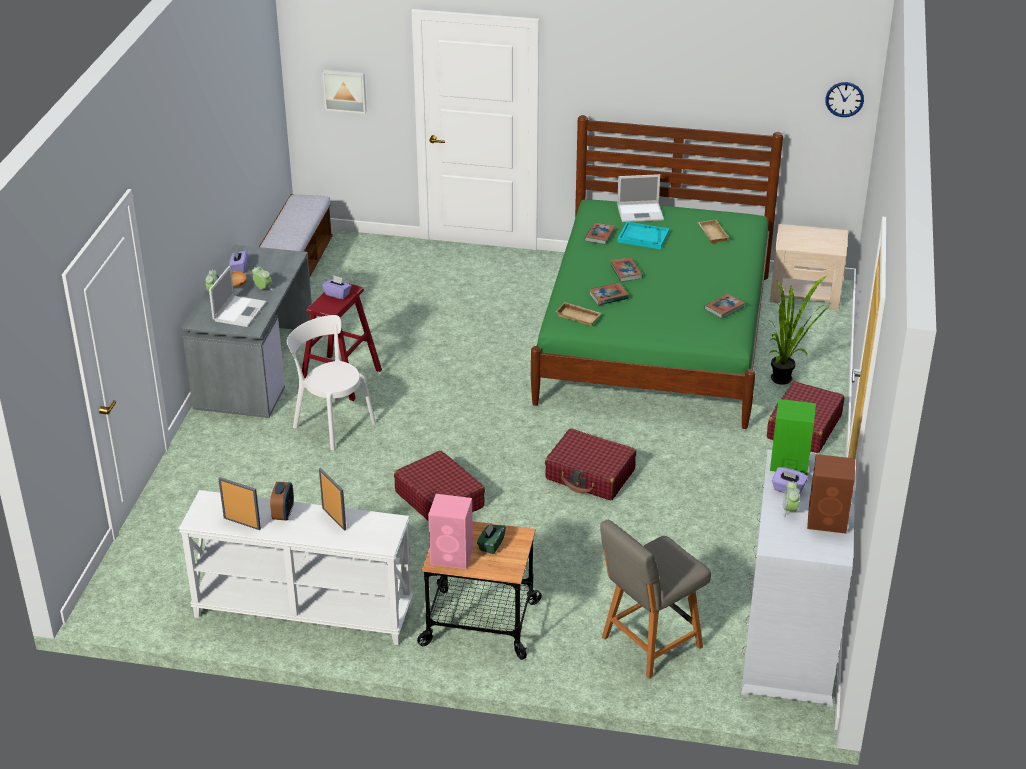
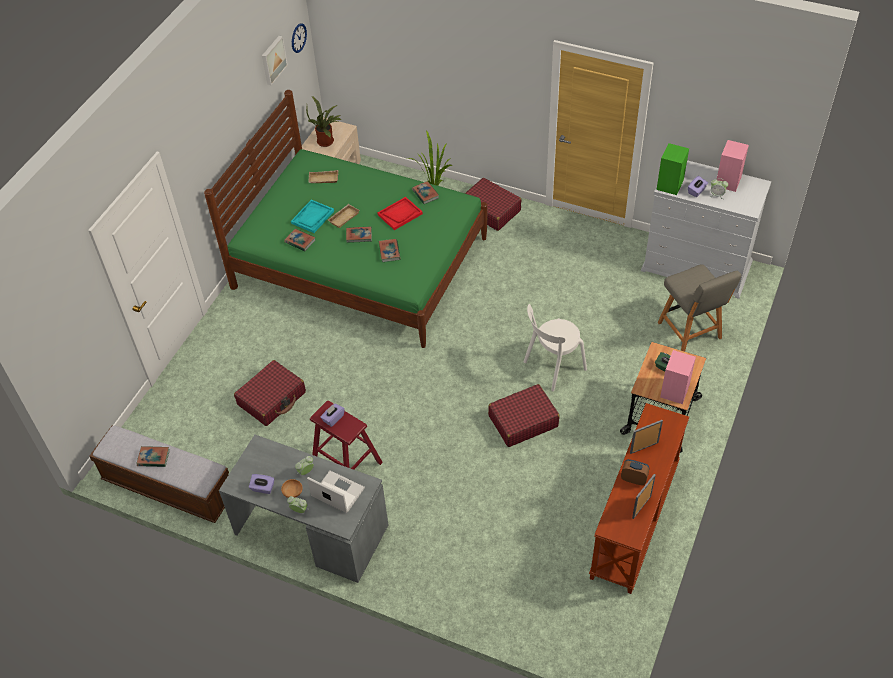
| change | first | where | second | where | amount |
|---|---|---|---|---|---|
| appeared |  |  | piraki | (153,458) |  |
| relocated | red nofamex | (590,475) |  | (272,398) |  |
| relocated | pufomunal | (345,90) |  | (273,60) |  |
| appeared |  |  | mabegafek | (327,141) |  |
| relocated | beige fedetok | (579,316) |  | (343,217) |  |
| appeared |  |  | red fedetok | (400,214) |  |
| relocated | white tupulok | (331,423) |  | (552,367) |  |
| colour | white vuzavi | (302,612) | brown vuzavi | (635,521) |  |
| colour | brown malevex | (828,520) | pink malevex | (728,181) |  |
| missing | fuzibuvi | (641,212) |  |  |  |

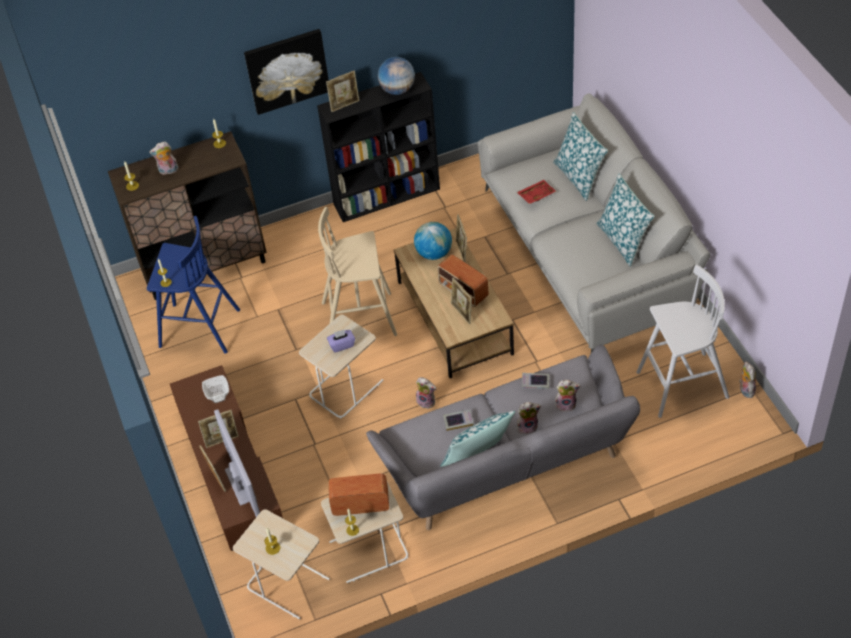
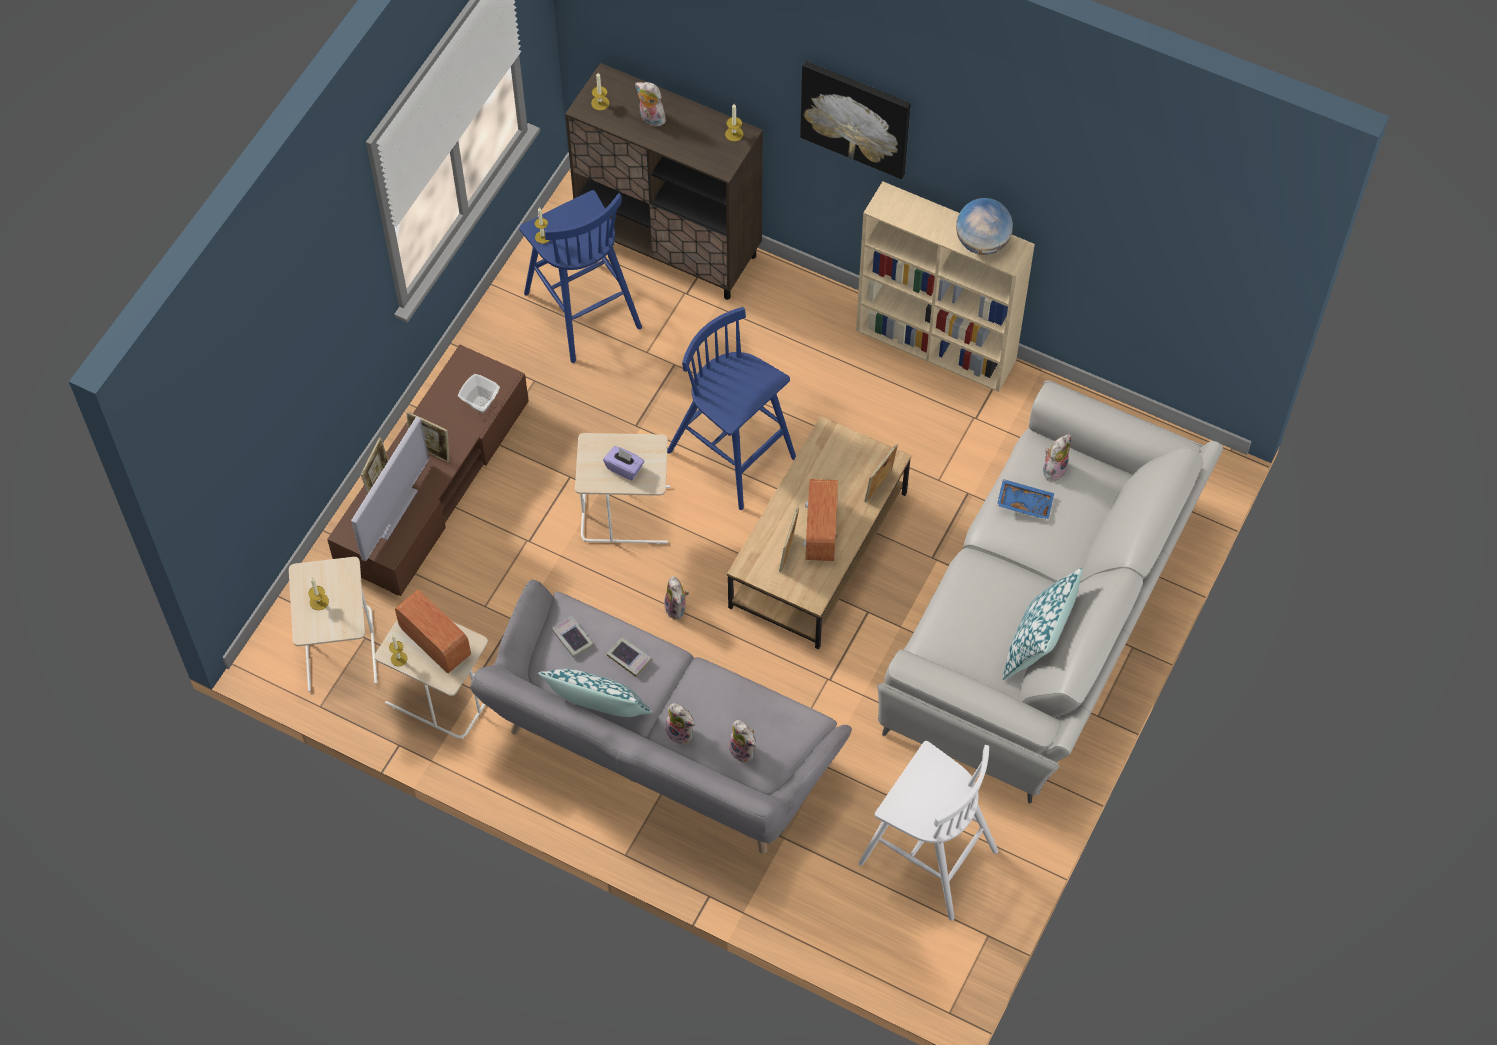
| change | first | where | second | where | amount |
|---|---|---|---|---|---|
| relocated | piraki | (535,382) |  | (572,638) |  |
| colour | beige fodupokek | (361,318) | blue fodupokek | (733,456) |  |
| colour | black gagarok | (387,196) | beige gagarok | (937,346) |  |
| colour | red fedetok | (536,195) | blue fedetok | (1025,502) |  |
| relocated | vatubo | (745,390) |  | (1054,468) |  |
| missing | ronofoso | (345,105) |  |  |  |
| missing | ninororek | (434,253) |  |  |  |
| missing | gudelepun | (579,177) |  |  |  |

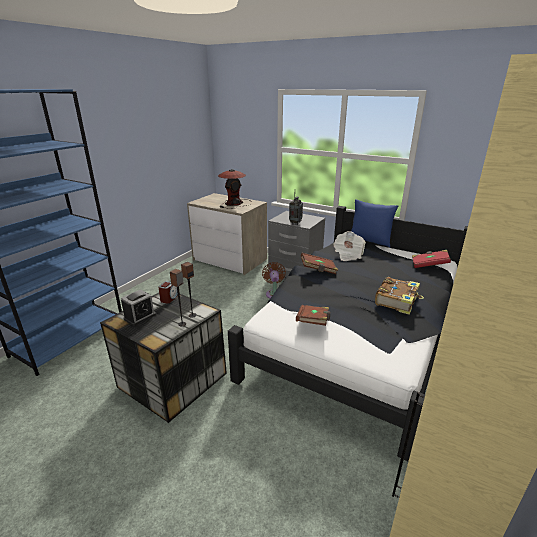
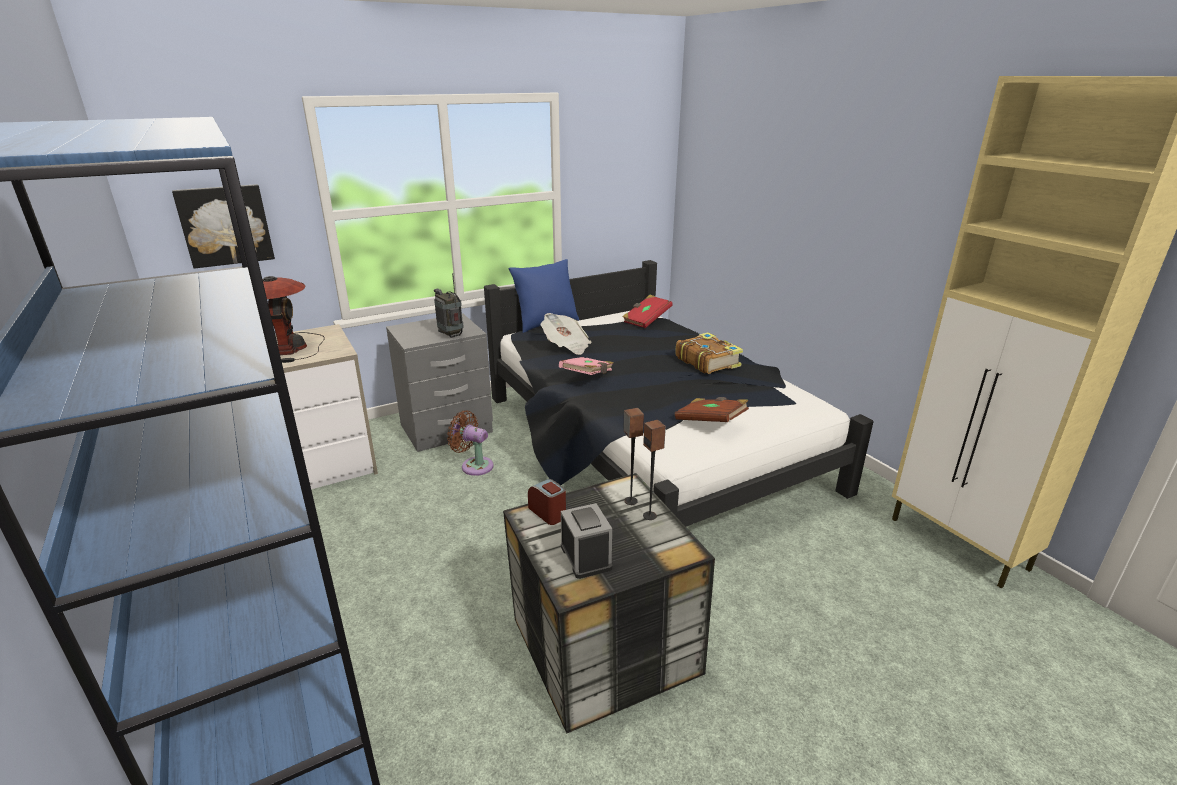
| change | first | where | second | where | amount |
|---|---|---|---|---|---|
| appeared |  |  | pufomunal | (225,225) |  |
| colour | brown piraki | (318,270) | pink piraki | (587,376) |  |

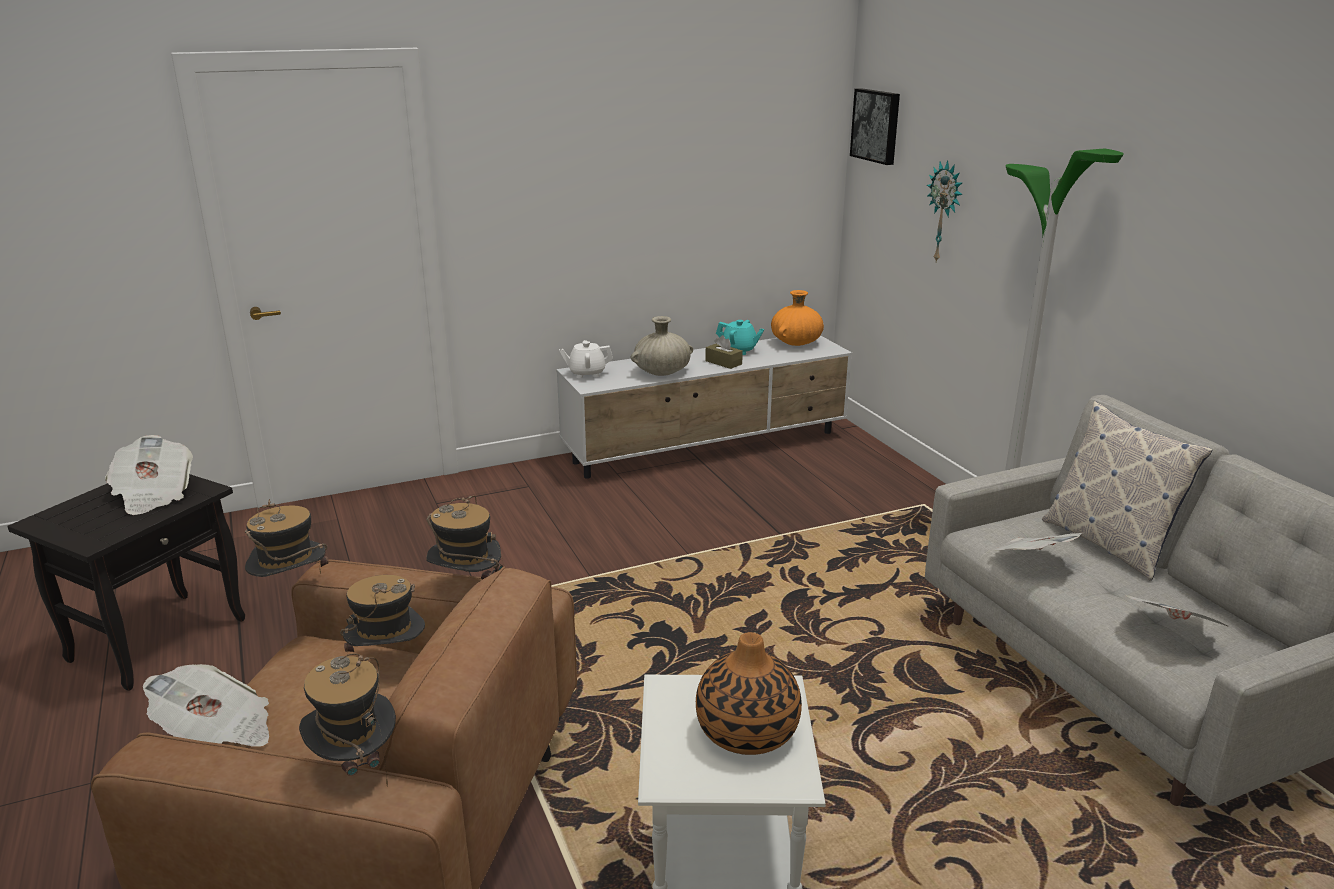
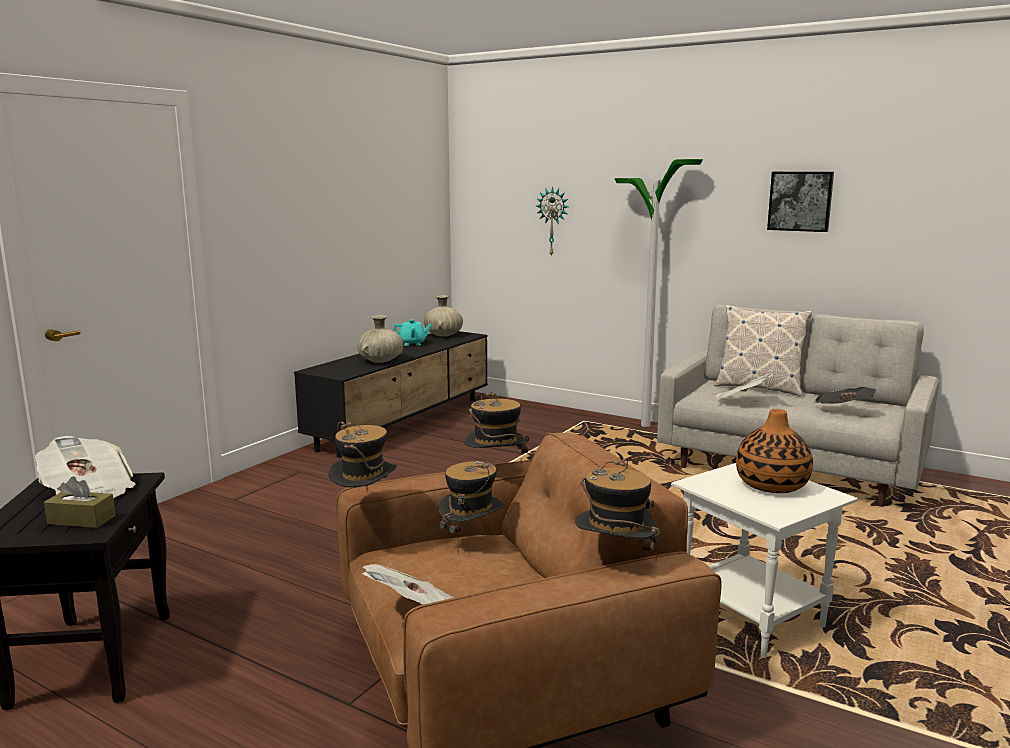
| change | first | where | second | where | amount |
|---|---|---|---|---|---|
| relocated | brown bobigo | (723,362) |  | (81,520) |  |
| colour | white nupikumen | (708,447) | black nupikumen | (404,423) |  |
| colour | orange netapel | (796,343) | beige netapel | (443,335) |  |
| relocated | pufomunal | (877,126) |  | (800,201) |  |
| missing | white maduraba | (586,373) |  |  |  |

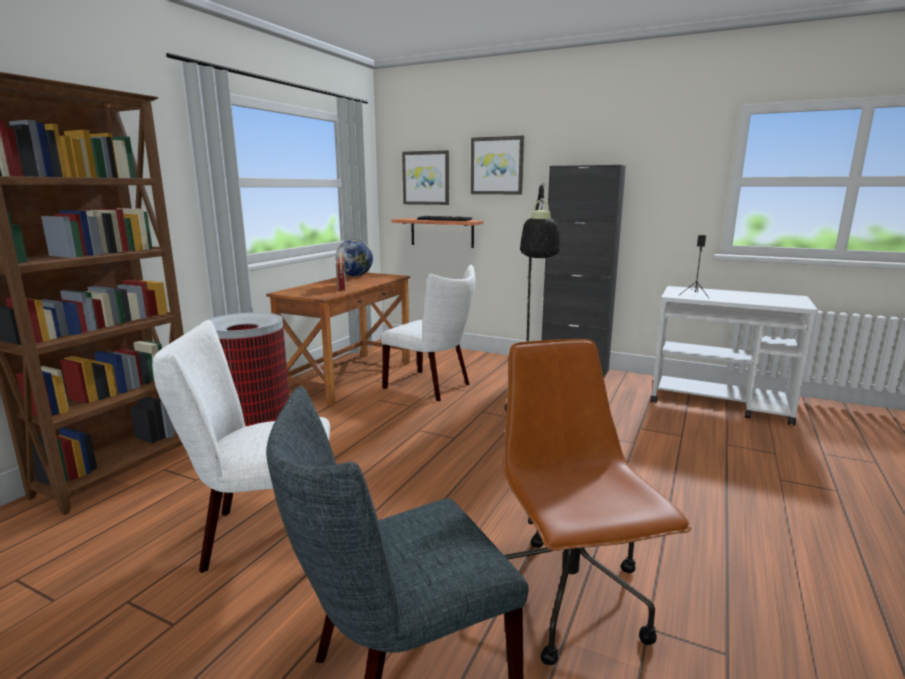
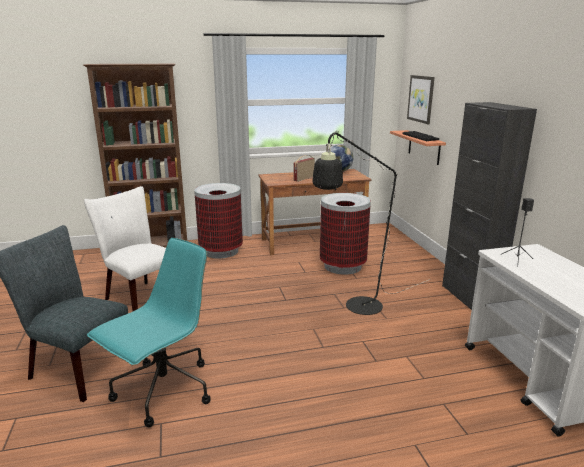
| change | first | where | second | where | amount |
|---|---|---|---|---|---|
| colour | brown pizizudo | (570,600) | turquoise pizizudo | (163,391) |  |
| exchanged | white tupulok | (432,386) | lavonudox | (342,266) |  |
| missing | pufomunal | (497,165) |  |  |  |

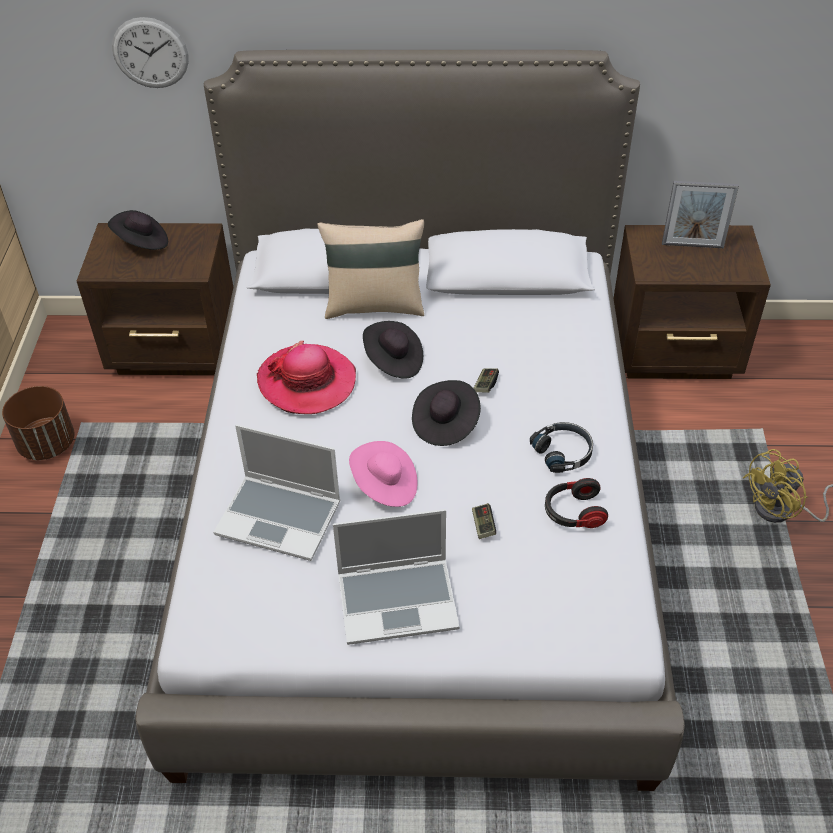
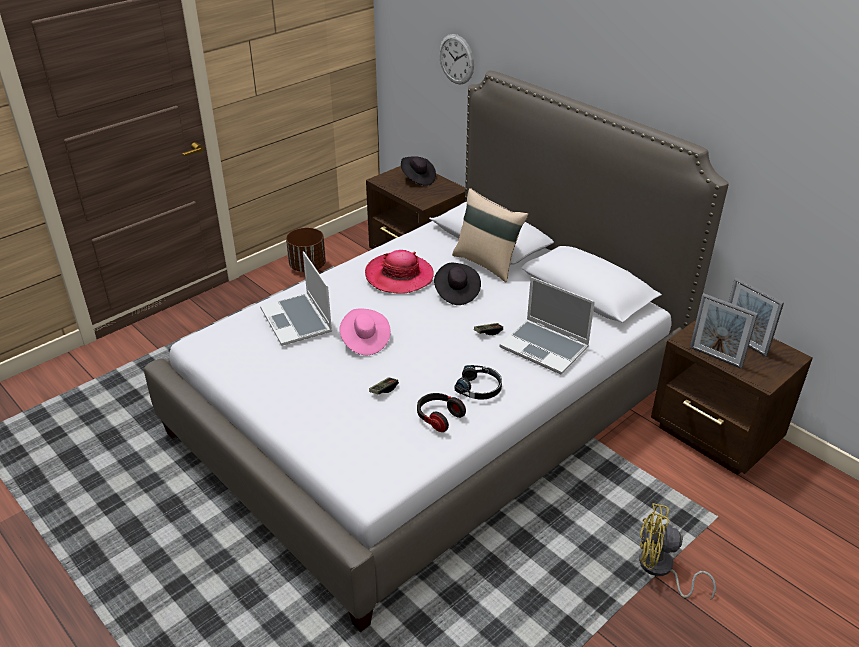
| change | first | where | second | where | amount |
|---|---|---|---|---|---|
| relocated | fuzibuvi | (399,600) |  | (545,348) |  |
| appeared |  |  | ronofoso | (715,357) |  |
| missing | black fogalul | (445,424) |  |  |  |

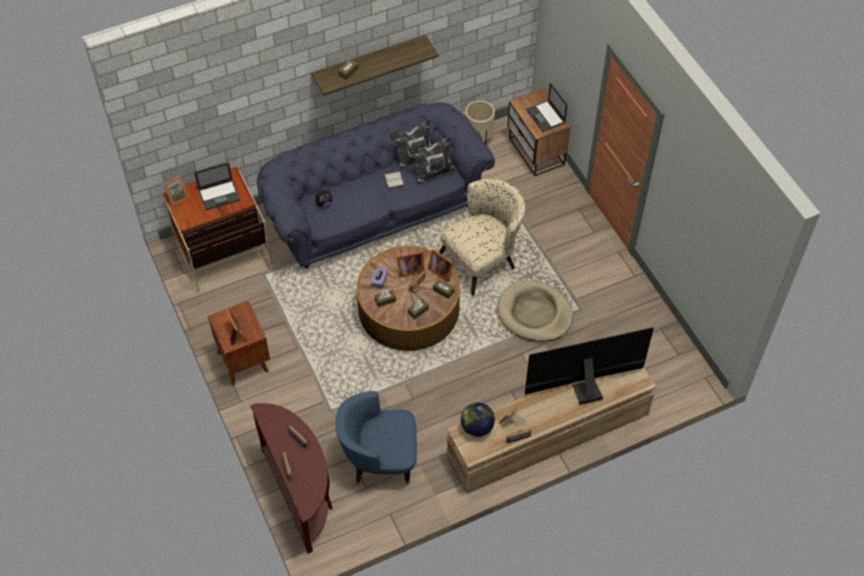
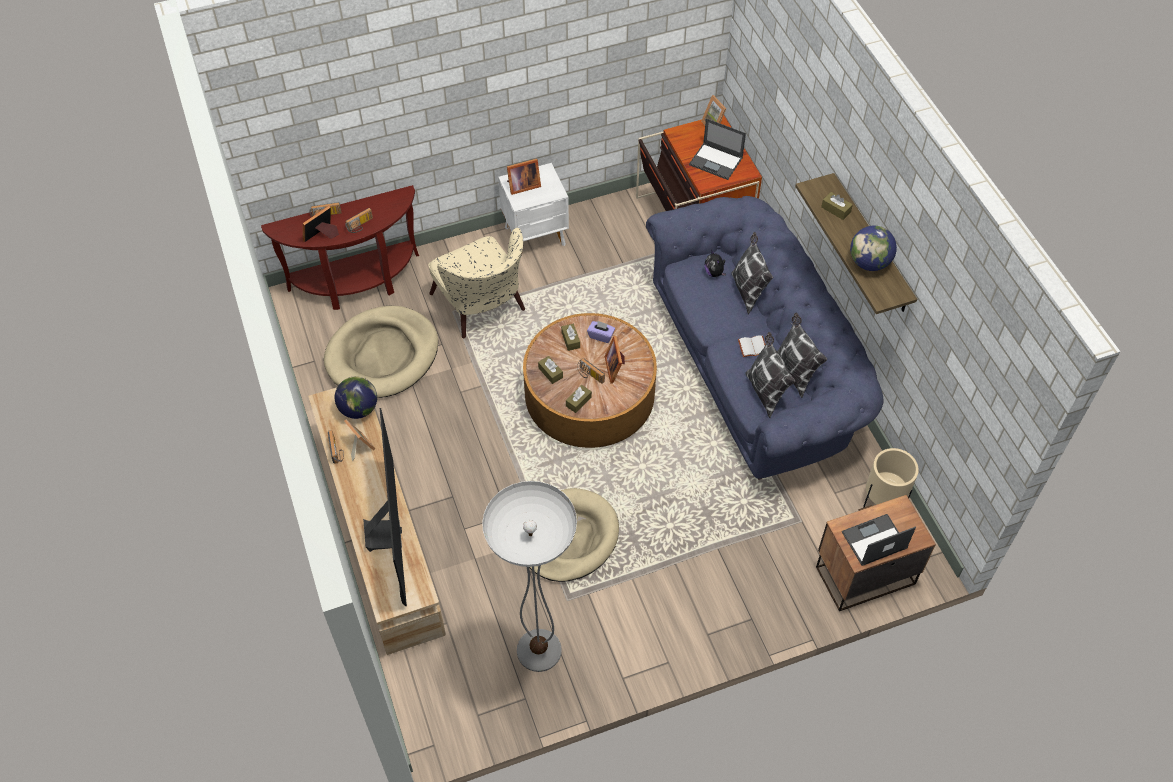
| change | first | where | second | where | amount |
|---|---|---|---|---|---|
| relocated | ronofoso | (441,271) |  | (322,235) |  |
| exchanged | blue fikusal | (380,461) | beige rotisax | (382,355) |  |
| relocated | beige fikusal | (483,259) |  | (482,309) |  |
| appeared |  |  | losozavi | (539,650) |  |
| colour | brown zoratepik | (243,361) | white zoratepik | (536,236) |  |
| spun | fuzibuvi | (219,195) |  | (716,161) | 45 degrees counterclockwise |
| appeared |  |  | gudelepun | (748,291) |  |
| appeared |  |  | ninororek | (869,263) |  |

